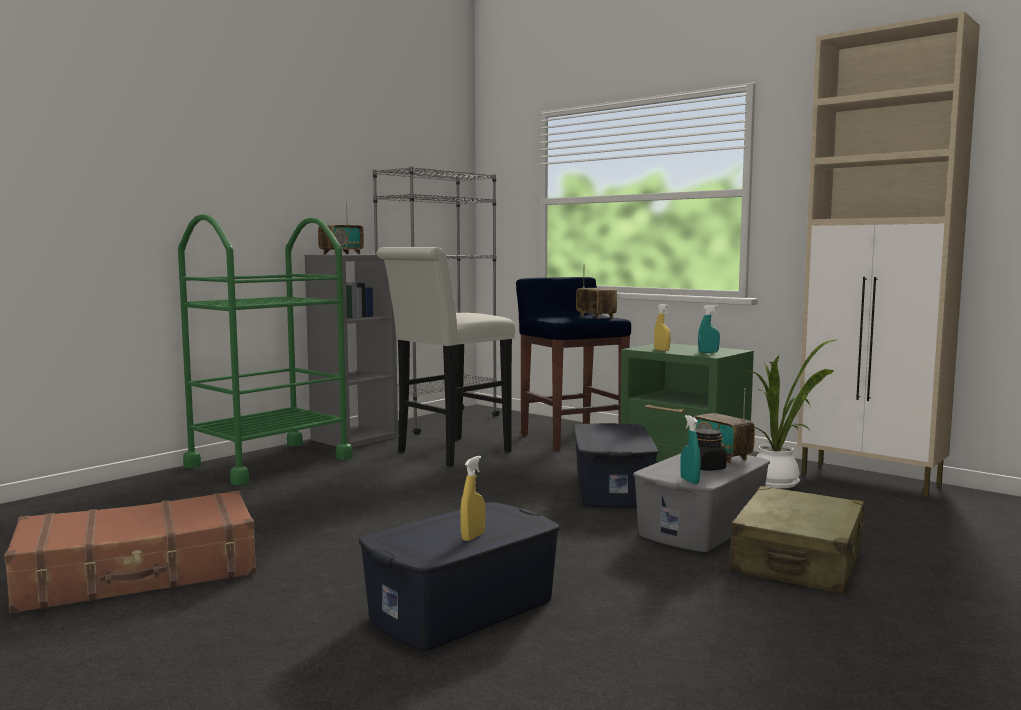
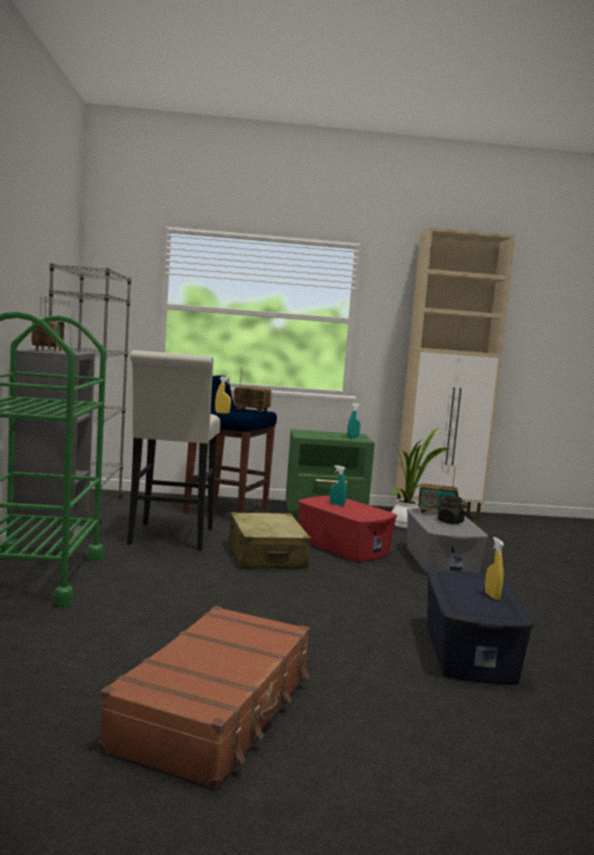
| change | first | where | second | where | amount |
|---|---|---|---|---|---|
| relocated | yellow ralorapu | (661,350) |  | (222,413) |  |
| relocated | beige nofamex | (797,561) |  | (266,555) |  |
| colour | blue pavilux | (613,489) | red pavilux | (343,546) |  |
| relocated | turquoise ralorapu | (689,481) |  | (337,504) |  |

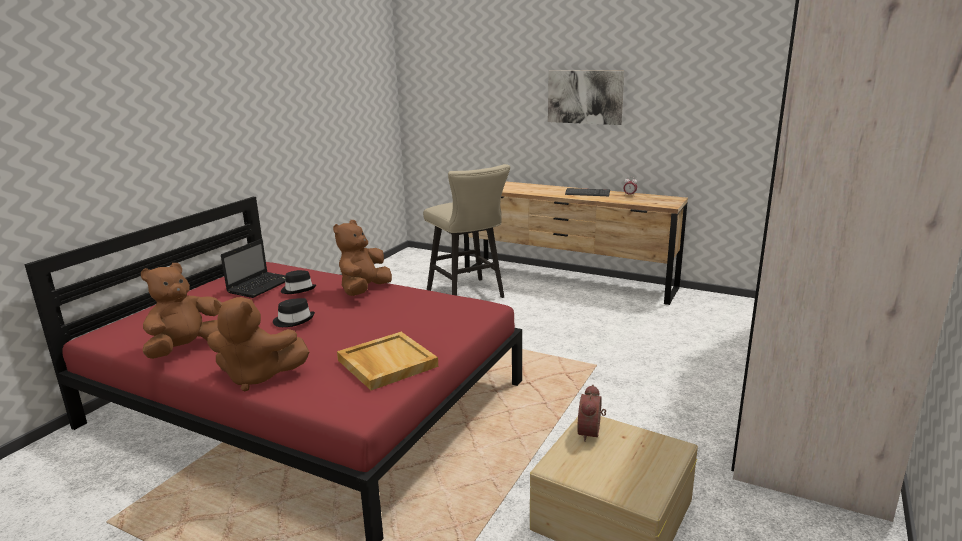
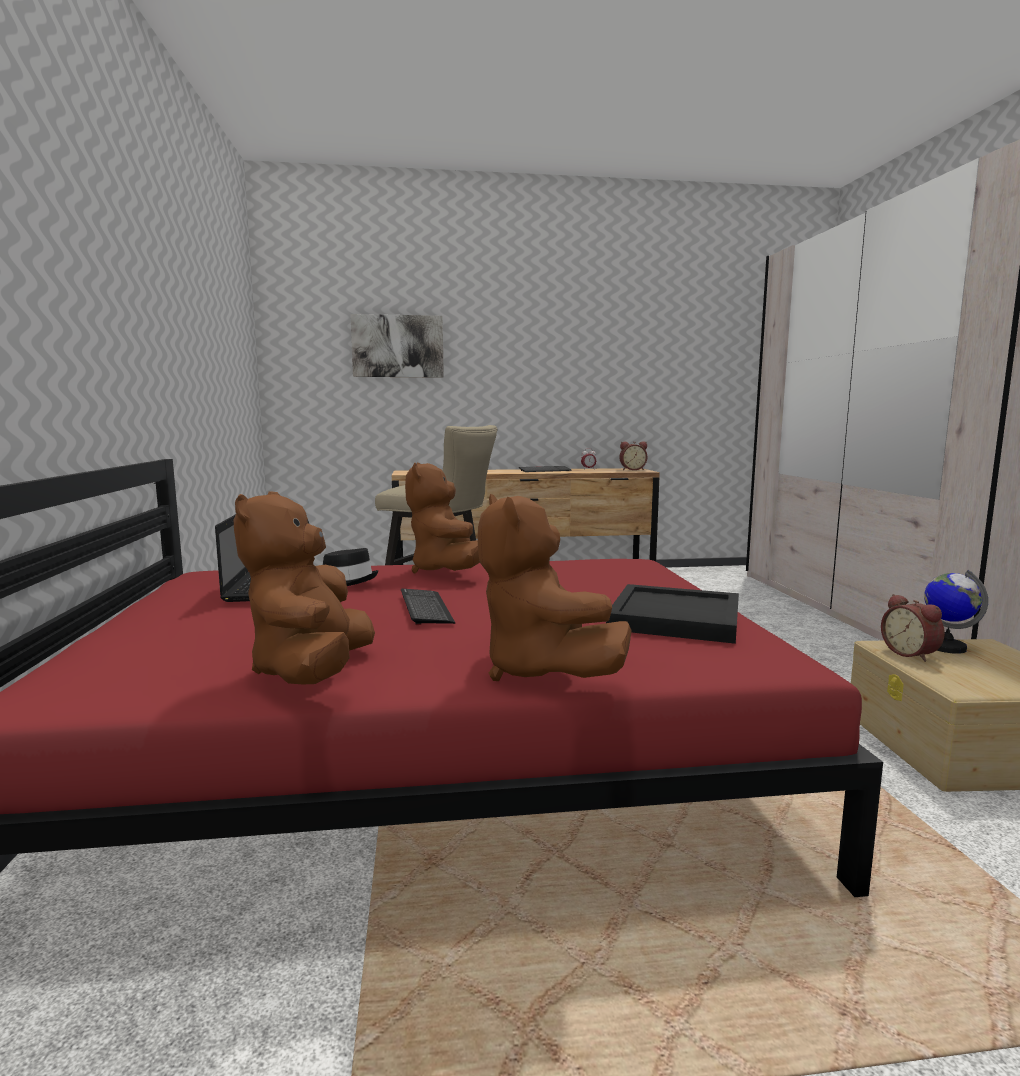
| change | first | where | second | where | amount |
|---|---|---|---|---|---|
| relocated | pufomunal | (585,97) |  | (397,346) |  |
| exchanged | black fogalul | (294,320) | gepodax | (426,608) |  |
| spun | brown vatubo | (257,377) |  | (541,671) | 90 degrees clockwise |
| colour | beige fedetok | (386,363) | black fedetok | (673,618) |  |
| appeared |  |  | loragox | (632,469) |  |
| appeared |  |  | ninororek | (945,647) |  |

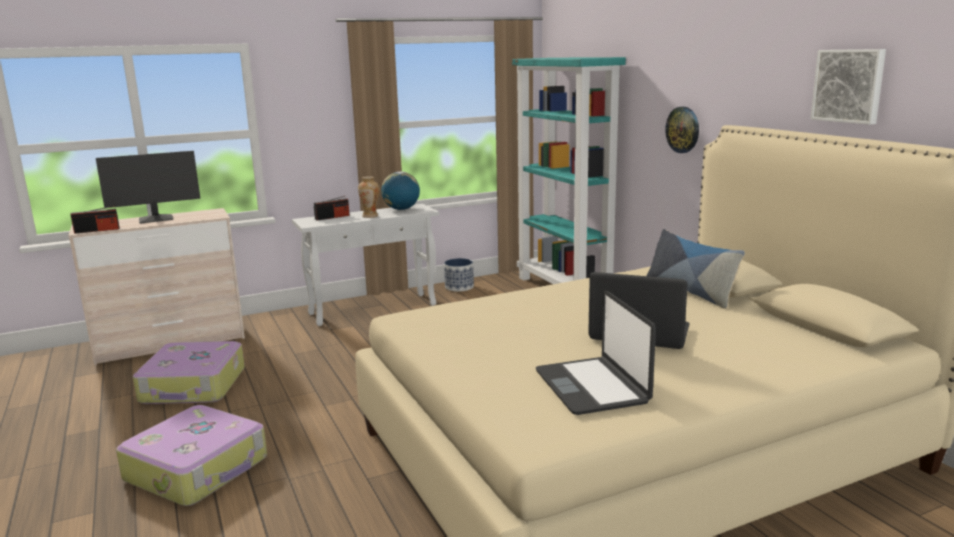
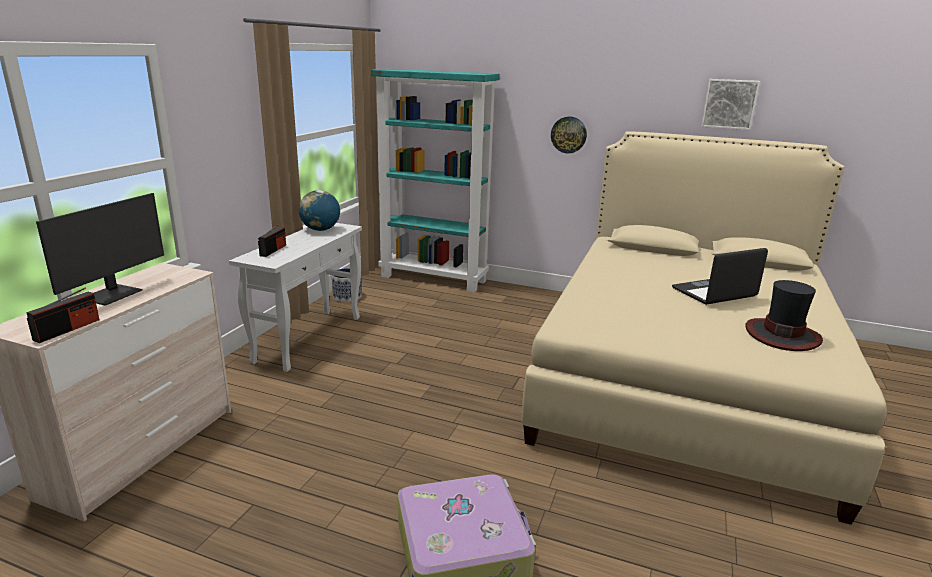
| change | first | where | second | where | amount |
|---|---|---|---|---|---|
| exchanged | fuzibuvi | (592,387) | fogalul | (782,335) |  |
| missing | nofamex | (194,386) |  |  |  |
| missing | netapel | (370,216) |  |  |  |
| missing | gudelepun | (690,291) |  |  |  |

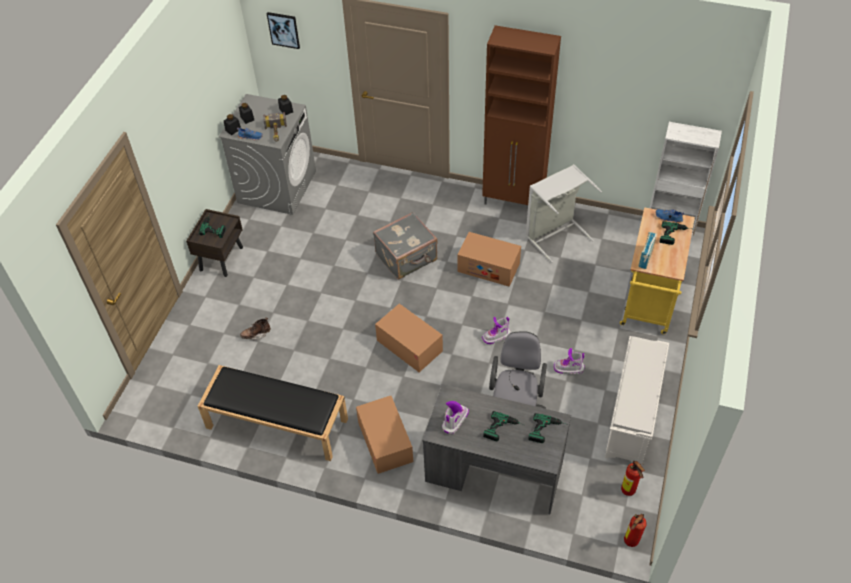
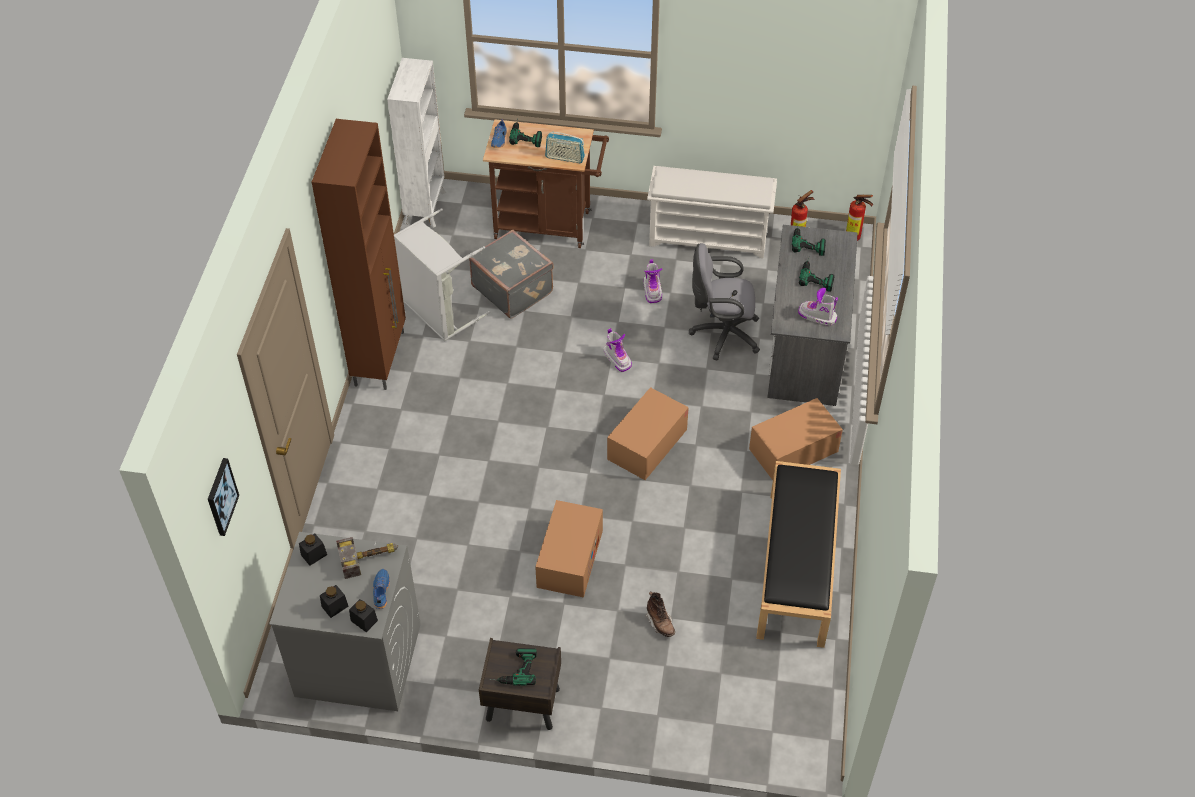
| change | first | where | second | where | amount |
|---|---|---|---|---|---|
| relocated | grey nofamex | (407,258) |  | (513,288) |  |
| colour | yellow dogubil | (648,306) | brown dogubil | (549,225) |  |
| relocated | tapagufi | (488,267) |  | (569,559) |  |

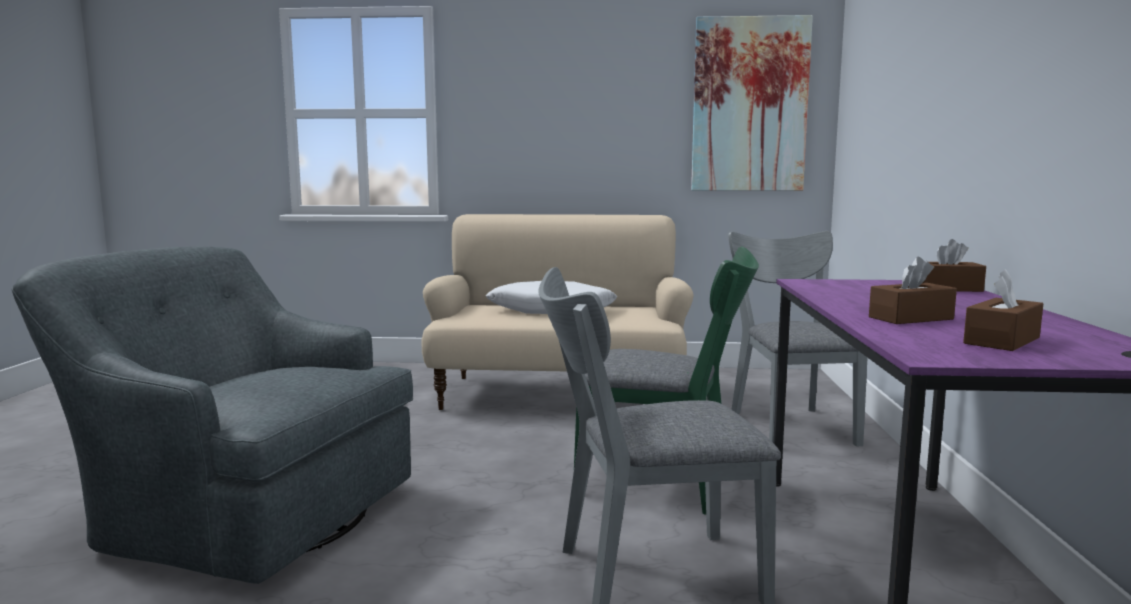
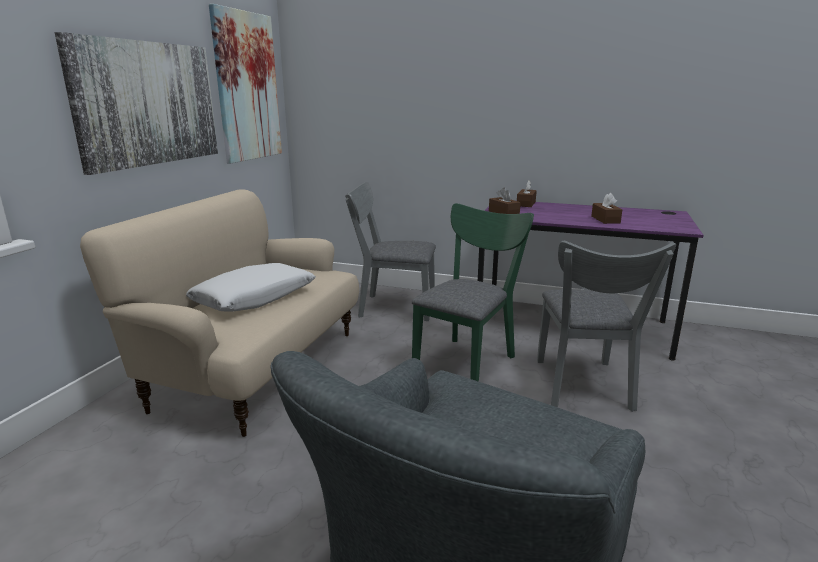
| change | first | where | second | where | amount |
|---|---|---|---|---|---|
| appeared |  |  | pufomunal | (148,104) |  |
| relocated | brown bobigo | (1002,340) |  | (503,213) |  |

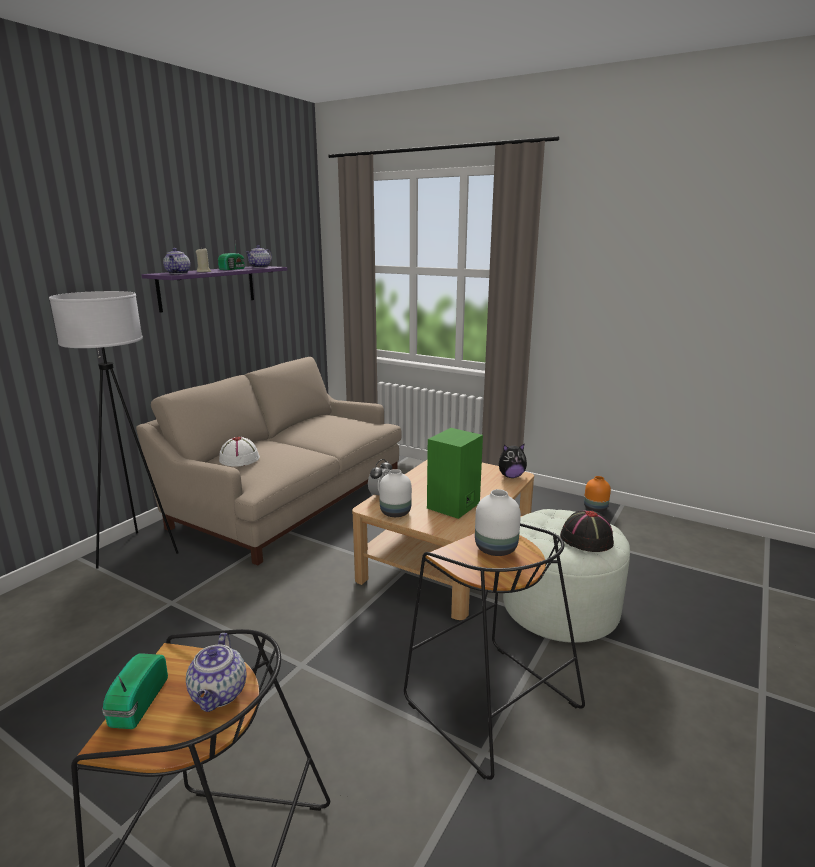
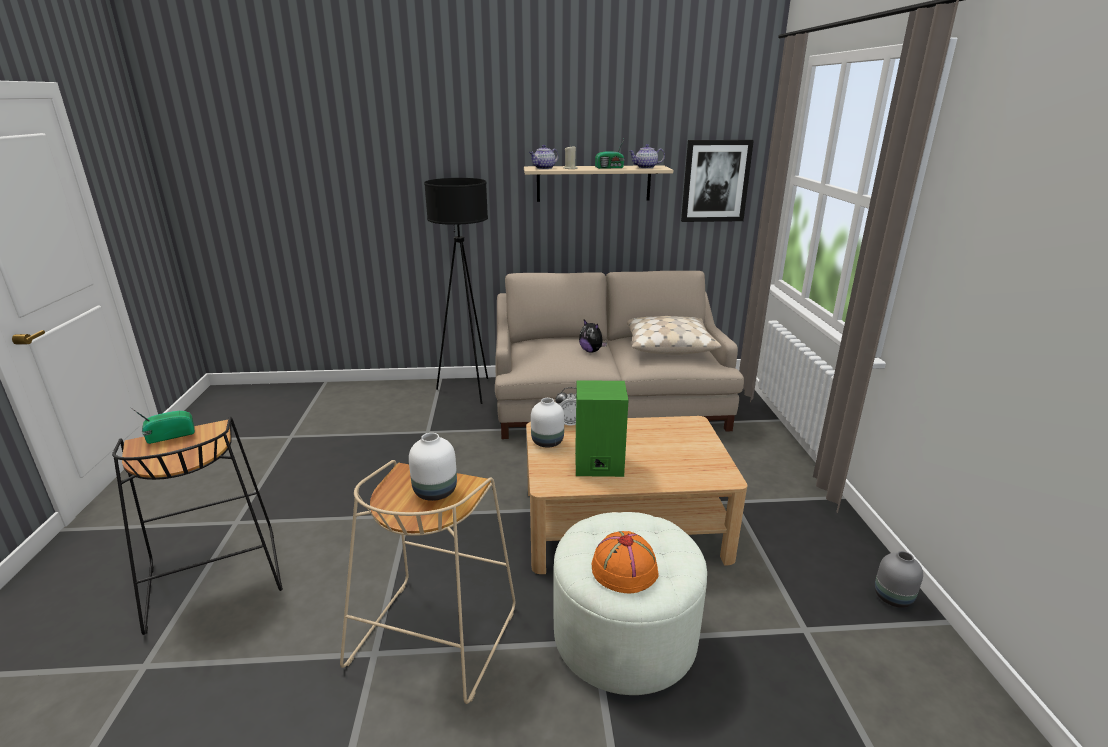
| change | first | where | second | where | amount |
|---|---|---|---|---|---|
| colour | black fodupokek | (488,704) | beige fodupokek | (433,635) |  |
| colour | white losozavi | (138,551) | black losozavi | (468,390) |  |
| colour | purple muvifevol | (208,287) | beige muvifevol | (593,183) |  |
| relocated | vatubo | (511,476) |  | (591,351) |  |
| colour | black fogalul | (586,539) | orange fogalul | (624,568) |  |
| appeared |  |  | beige gudelepun | (668,345) |  |
| appeared |  |  | pufomunal | (715,181) |  |
| colour | orange netapel | (596,508) | grey netapel | (894,598) |  |
| missing | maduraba | (219,695) |  |  |  |
| missing | white fogalul | (239,459) |  |  |  |

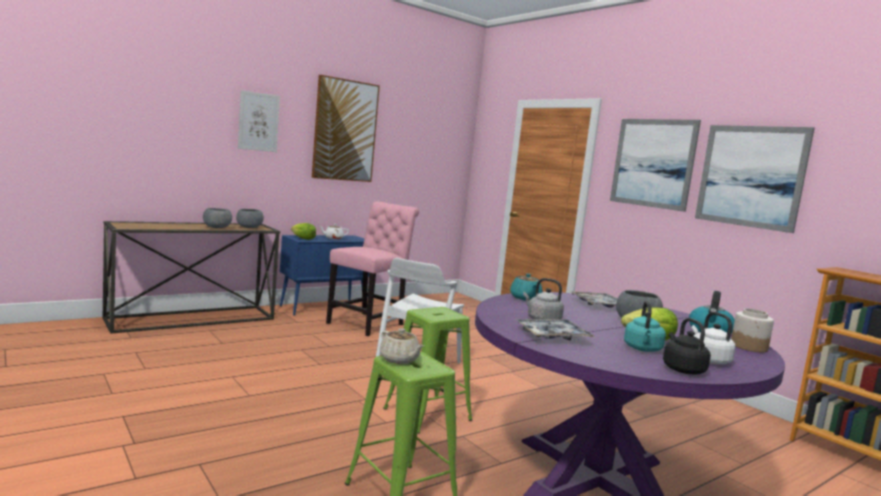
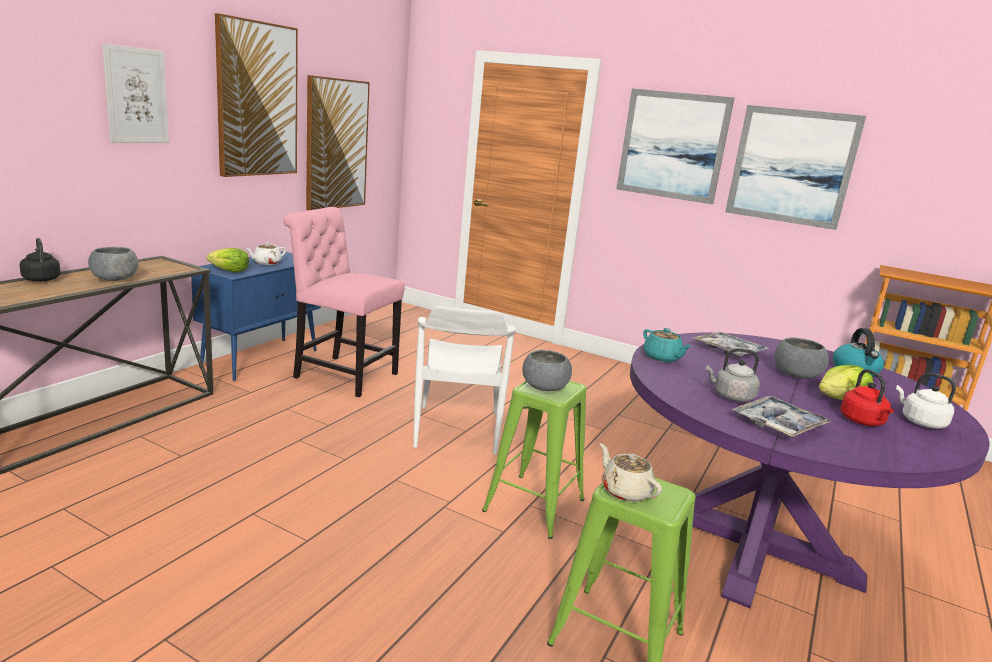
| change | first | where | second | where | amount |
|---|---|---|---|---|---|
| relocated | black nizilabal | (682,369) |  | (41,279) |  |
| spun | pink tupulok | (368,323) |  | (341,375) | 75 degrees counterclockwise |
| appeared |  |  | pufomunal | (336,144) |  |
| relocated | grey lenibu | (249,227) |  | (544,387) |  |
| spun | beige maduraba | (399,360) |  | (625,491) | 150 degrees counterclockwise |
| colour | turquoise nizilabal | (642,349) | red nizilabal | (863,422) |  |
| missing | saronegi | (749,347) |  |  |  |

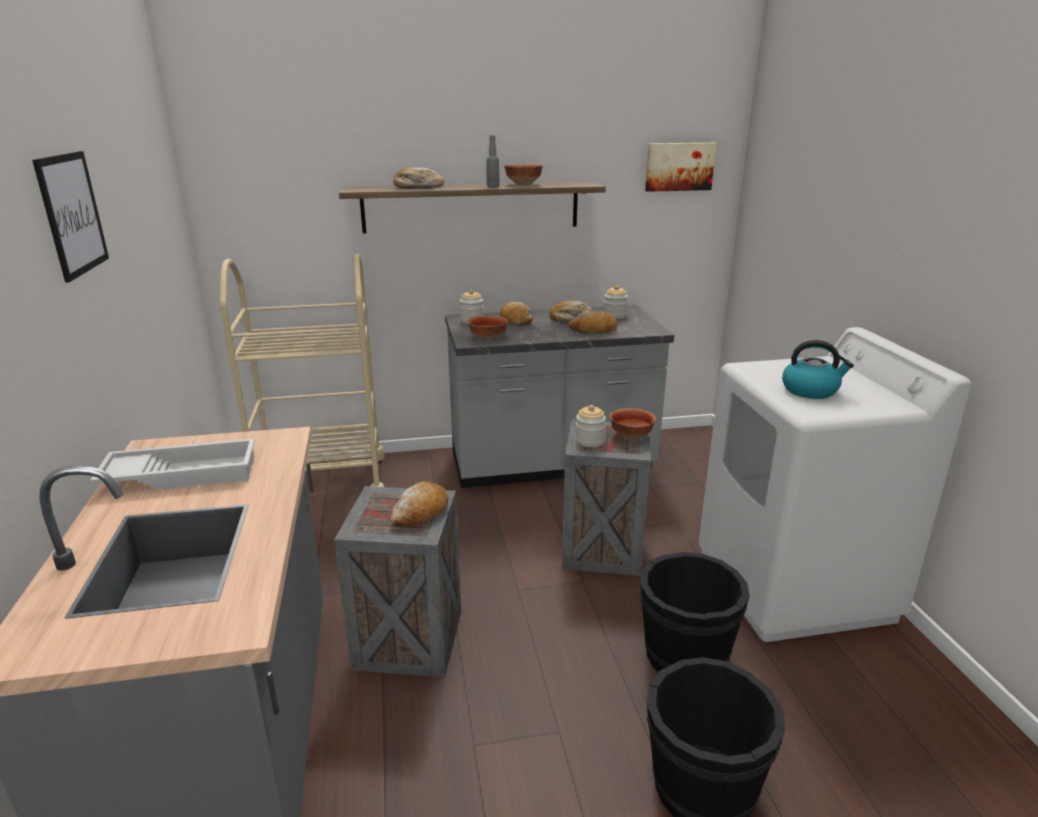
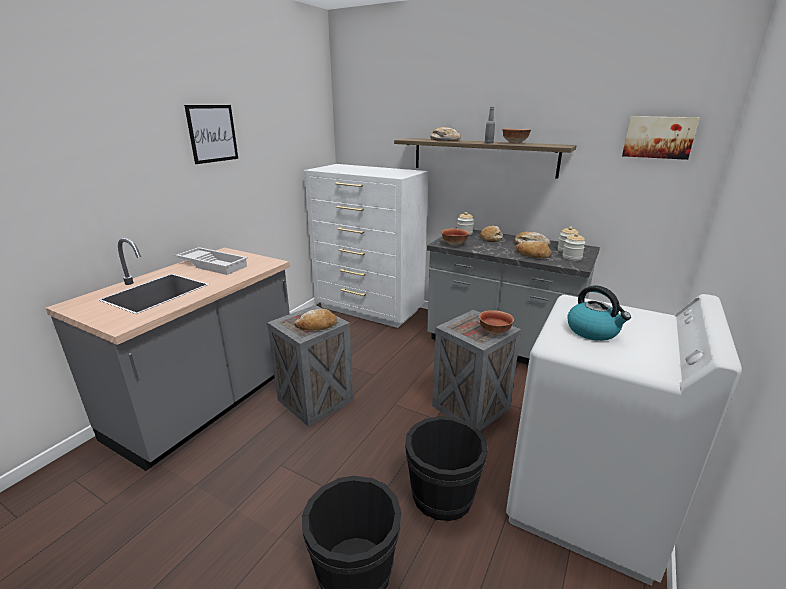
| change | first | where | second | where | amount |
|---|---|---|---|---|---|
| exchanged | beige dogubil | (322,481) | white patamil | (369,309) |  |
| relocated | saronegi | (589,441) |  | (572,257) |  |

